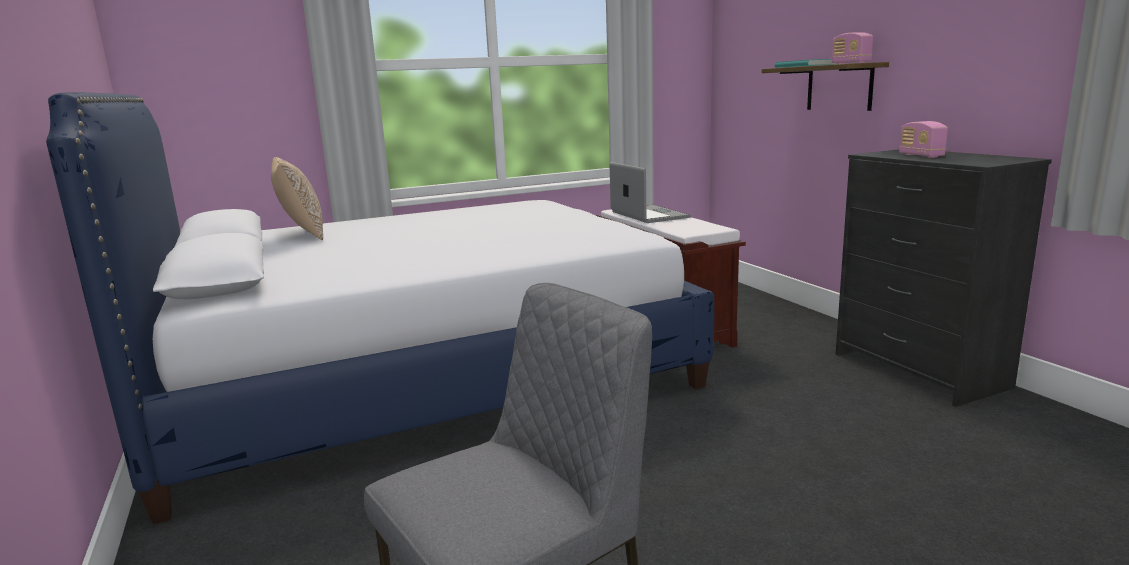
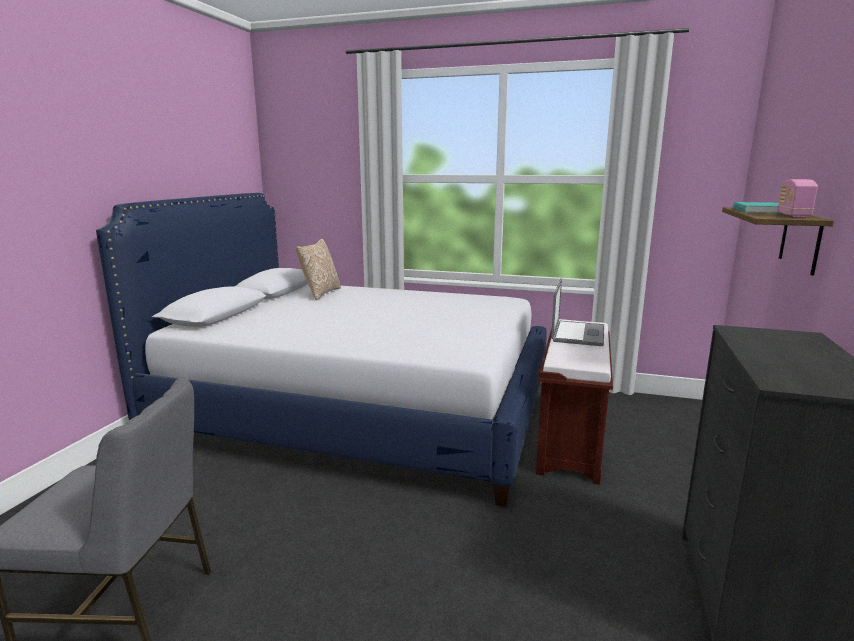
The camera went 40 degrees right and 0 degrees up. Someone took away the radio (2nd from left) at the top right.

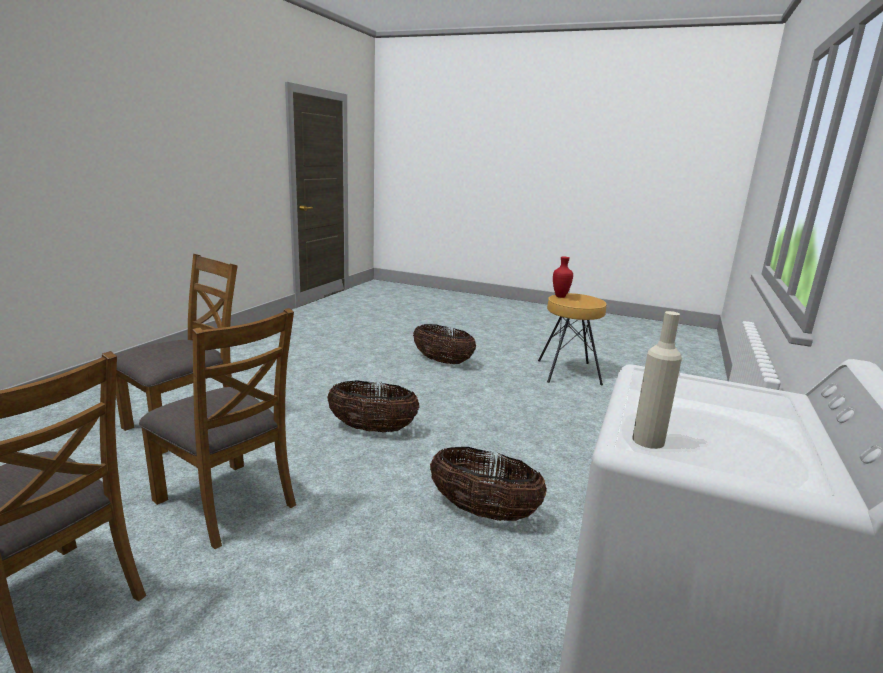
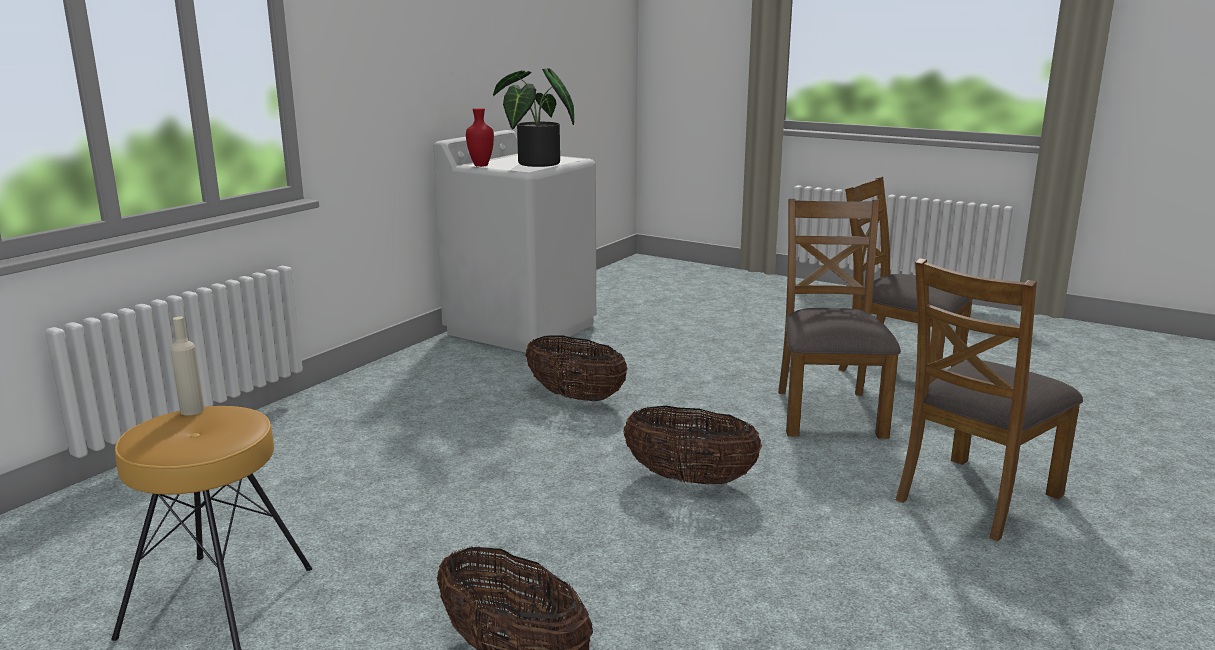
The camera went 170 degrees left and 0 degrees up. Someone carried the botella [beis] from the middle right to the middle left. Someone carried the florero [rojo] from the centre to the top centre. Someone put down the planta en maceta at the top centre. Someone rotated the silla [marrón] (3rd from left in the first image) at the middle left by 45 degrees clockwise.

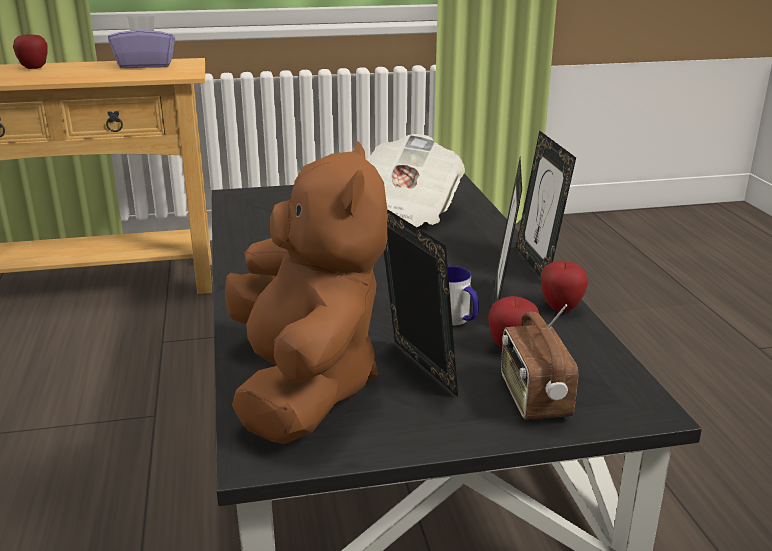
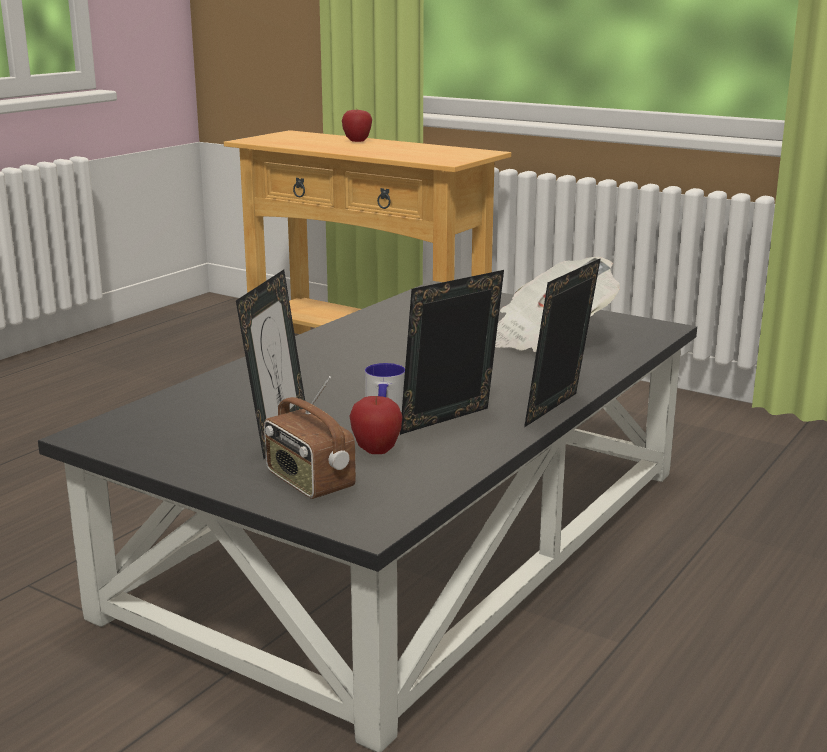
The camera went 45 degrees right and 5 degrees down. Someone rotated the radio at the middle right by 75 degrees counterclockwise. Someone took away the caja de pañuelos [morado] at the top left. Someone took away the peluche [marrón] at the centre. Someone took away the manzana (3rd from left) at the middle right.

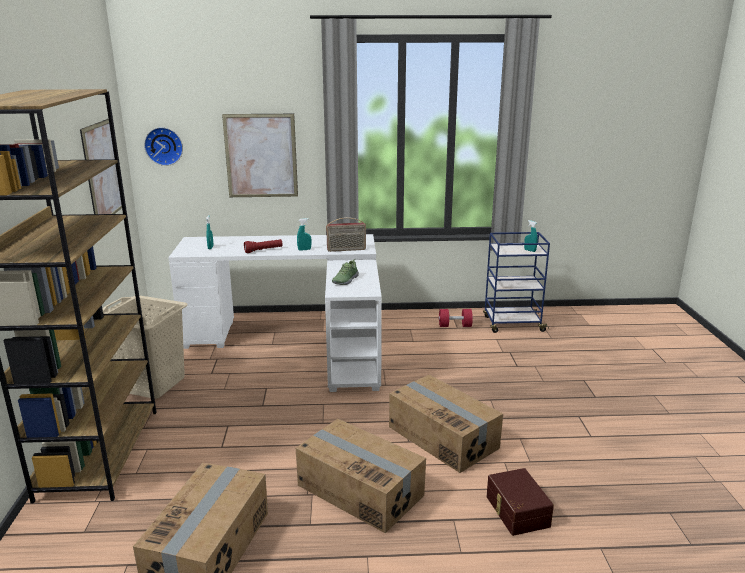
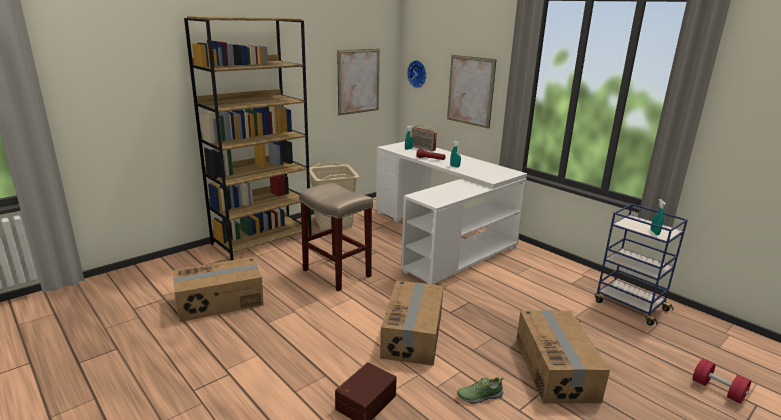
The camera went 50 degrees right and 0 degrees up. Someone put down the taburete [beis] at the centre. Someone carried the radio from the centre to the top centre. Someone carried the zapato from the centre to the bottom centre. Someone carried the caja de cartón (2nd from left in the first image) from the bottom centre to the bottom right. Someone carried the mancuerna [rojo] from the centre to the bottom right.

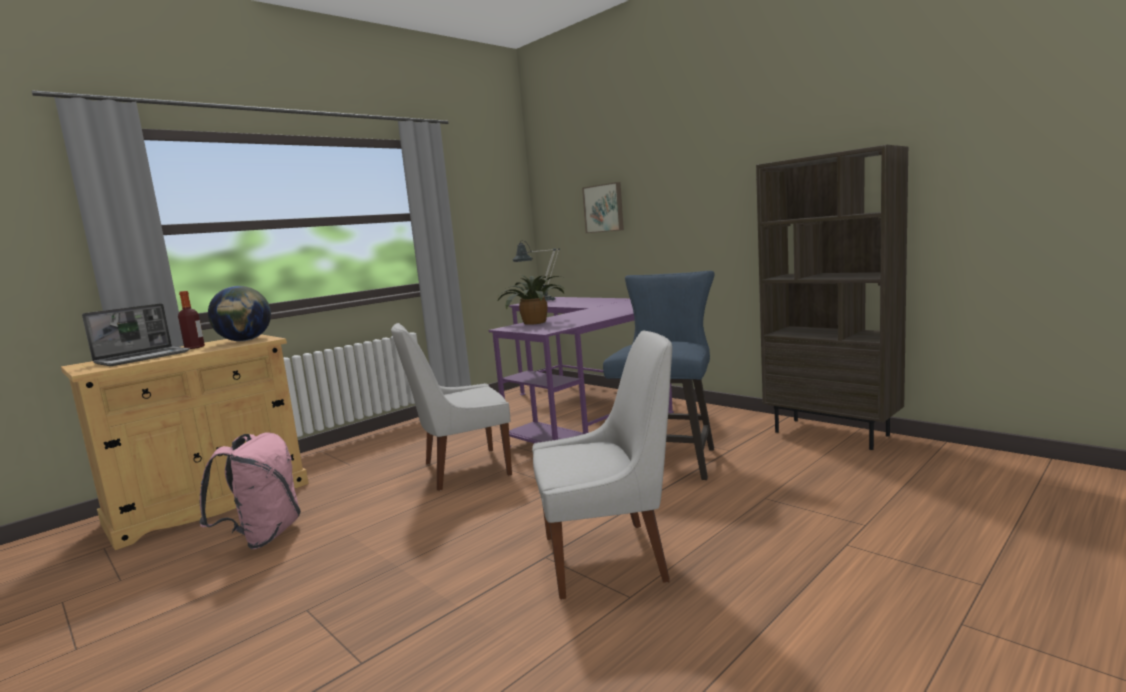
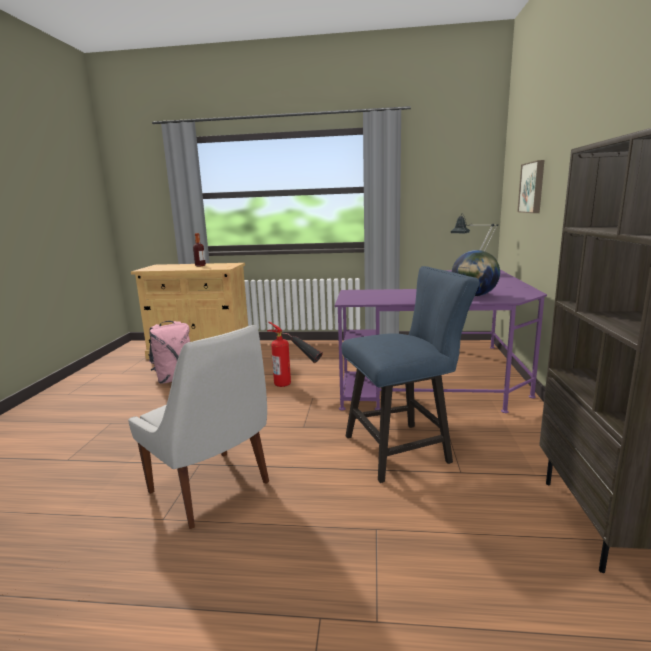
The camera went 50 degrees right and 5 degrees up. Someone swapped the silla [blanco] (1st from left) at the centre for the extintor at the centre. Someone carried the globo terráqueo from the middle left to the middle right. Someone took away the portátil at the middle left. Someone took away the planta en maceta at the centre.

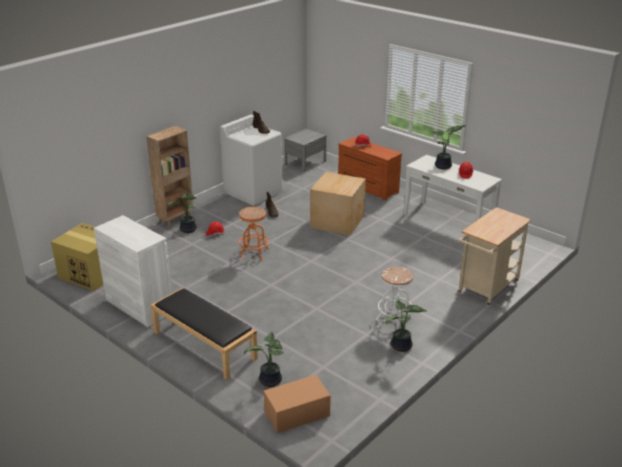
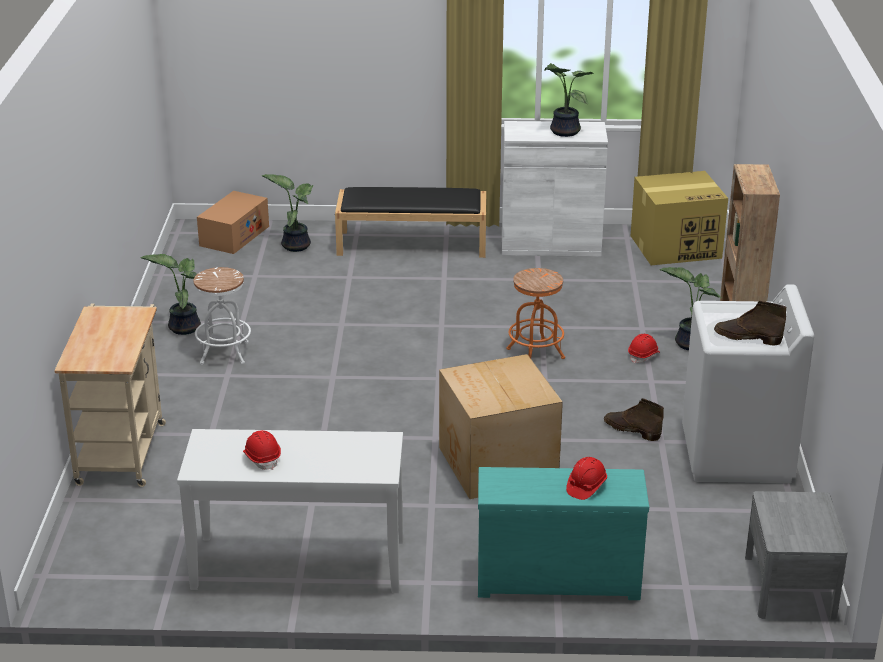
The camera went 140 degrees right and 0 degrees up. Someone repainted the cómoda [marrón] at the centre, which became the cómoda [turquesa] at the bottom centre. Someone carried the planta en maceta (4th from left in the first image) from the top right to the top centre.

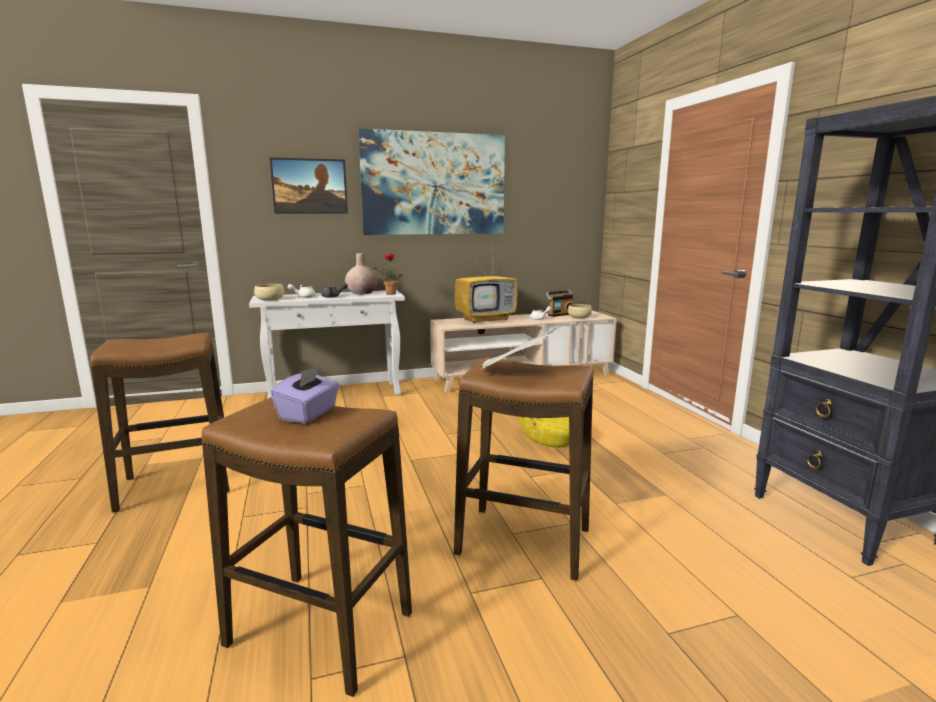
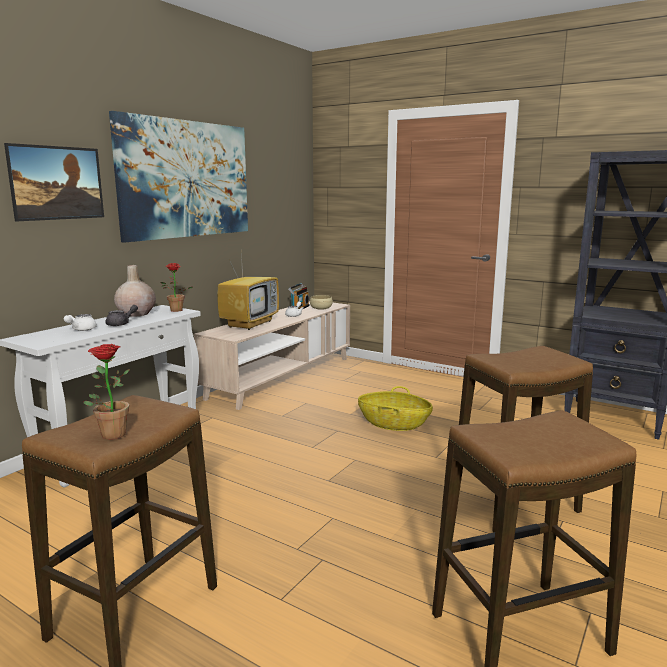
The camera went 40 degrees left and 0 degrees up. Someone put down the planta en maceta (1st from left) at the middle left. Someone took away the cuenco [beis] (1st from left) at the middle left. Someone took away the caja de pañuelos [morado] at the middle left. Someone took away the periódico at the centre.

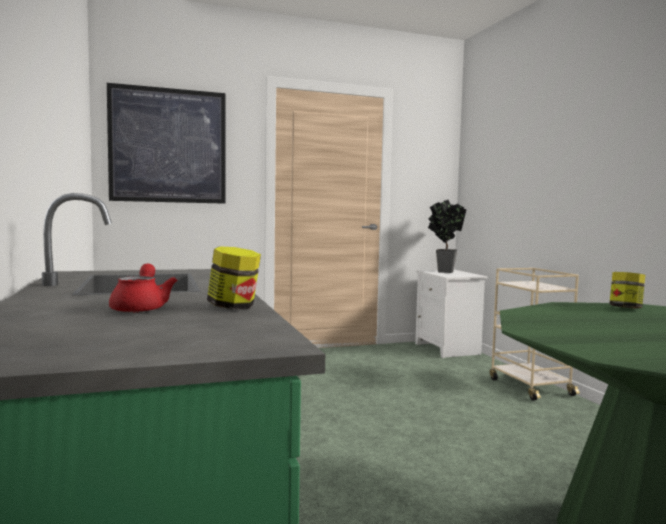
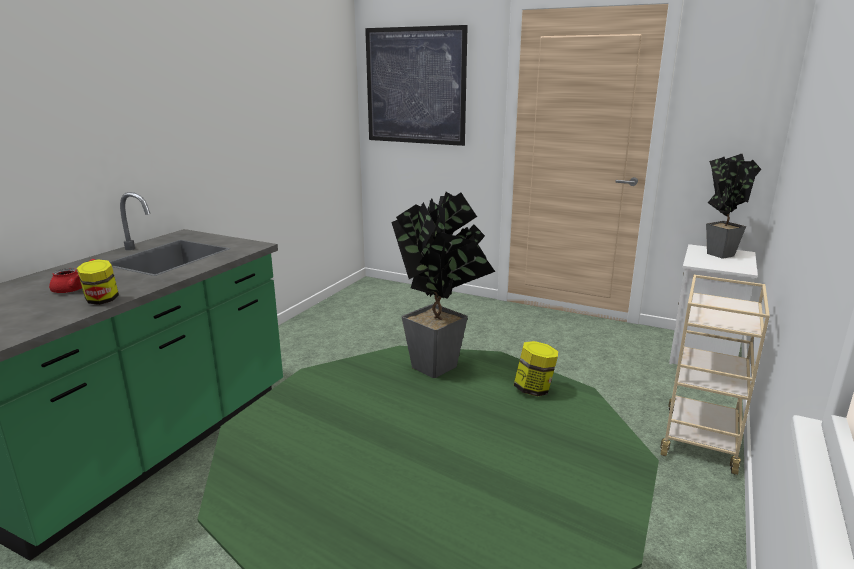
The camera went 45 degrees right and 15 degrees up. Someone put down the planta en maceta (1st from left) at the centre.

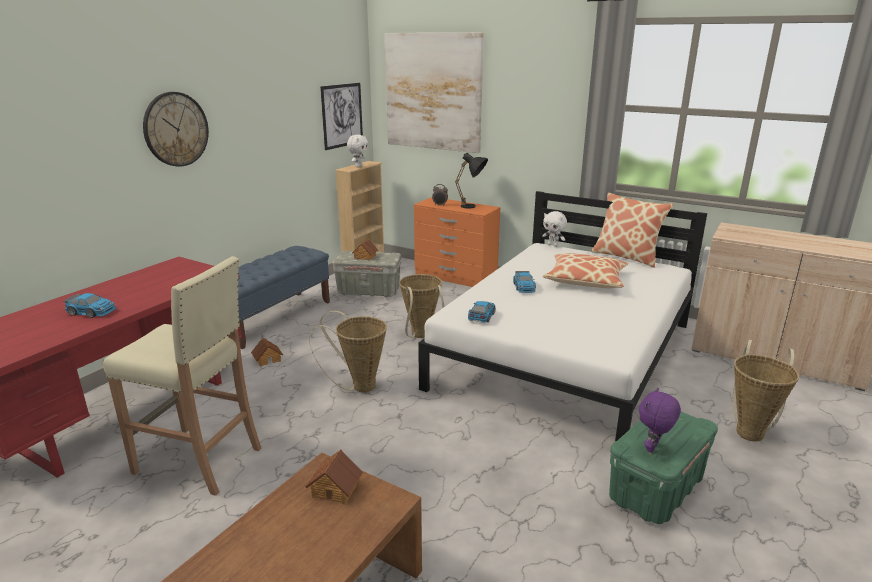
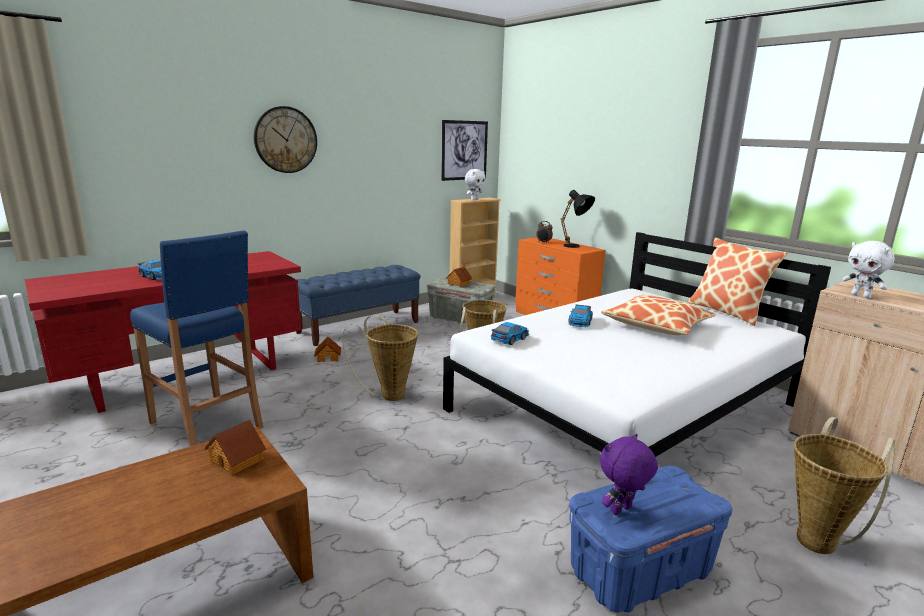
The camera went 20 degrees right and 5 degrees down. Someone repainted the taburete [beis] at the middle left, which became the taburete [azul] at the middle left. Someone repainted the caja de almacenaje [verde] at the bottom right, which became the caja de almacenaje [azul] at the bottom right. Someone carried the peluche [blanco] (2nd from left) from the centre to the middle right. Someone took away the cuadro (2nd from left) at the top centre.

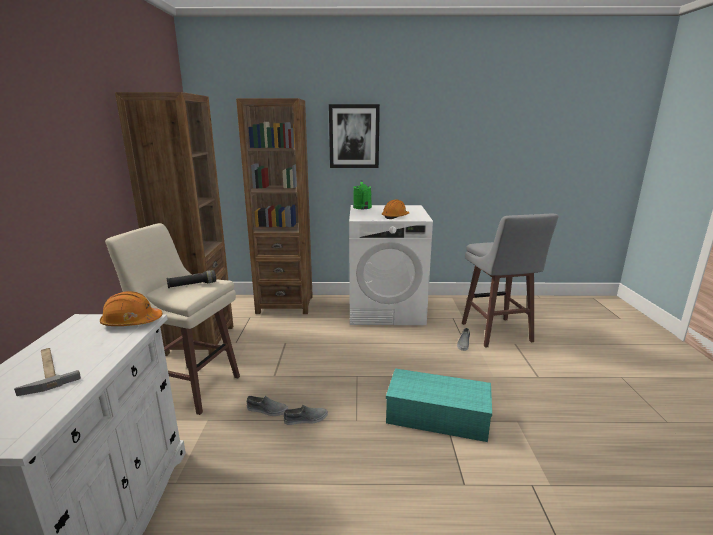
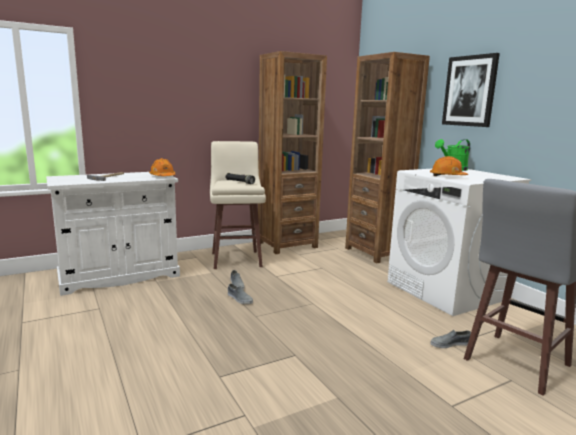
The camera went 60 degrees right and 5 degrees down. Someone took away the caja de almacenaje [turquesa] at the bottom centre.

